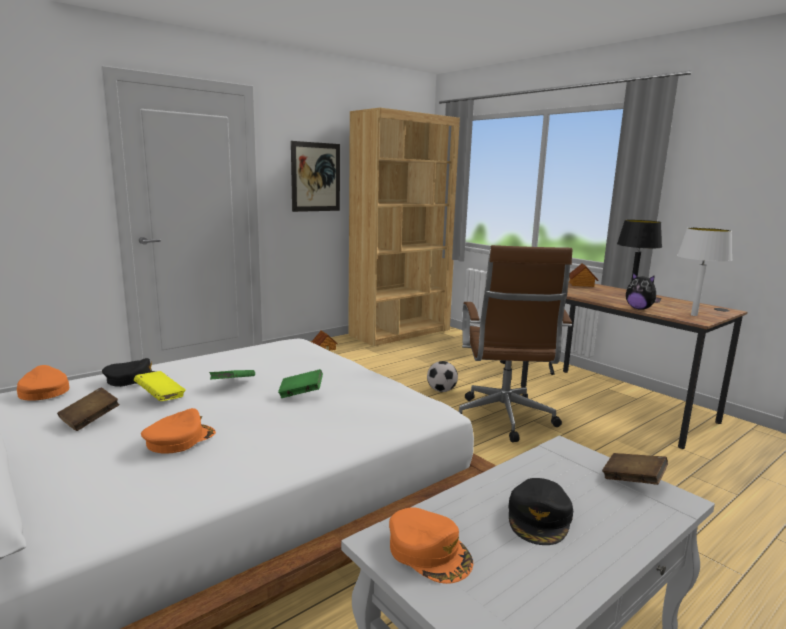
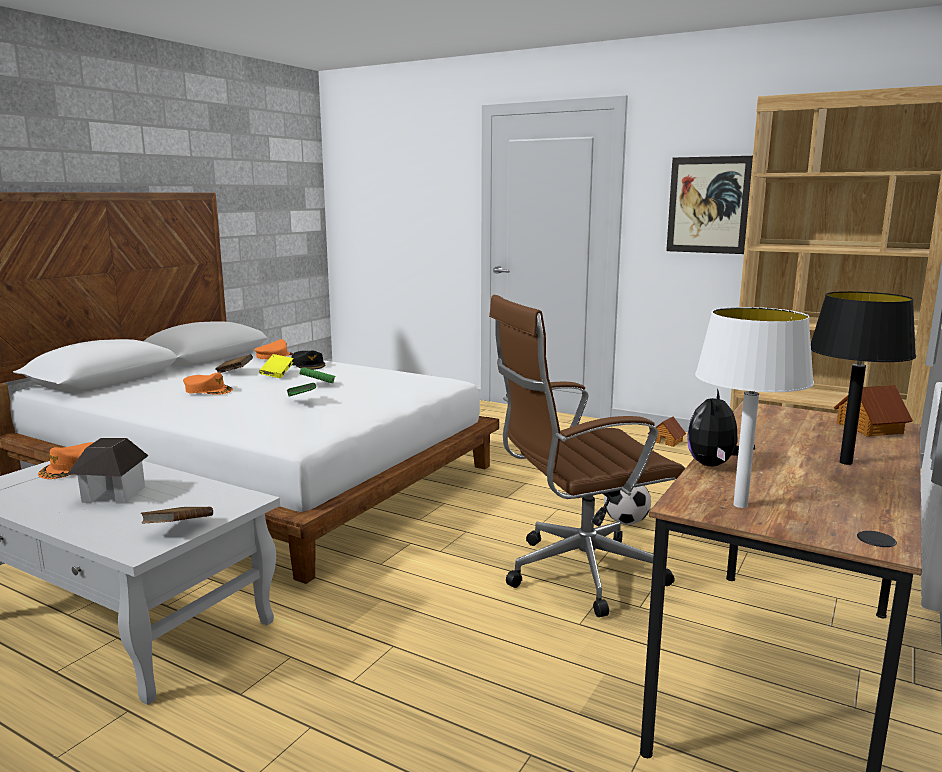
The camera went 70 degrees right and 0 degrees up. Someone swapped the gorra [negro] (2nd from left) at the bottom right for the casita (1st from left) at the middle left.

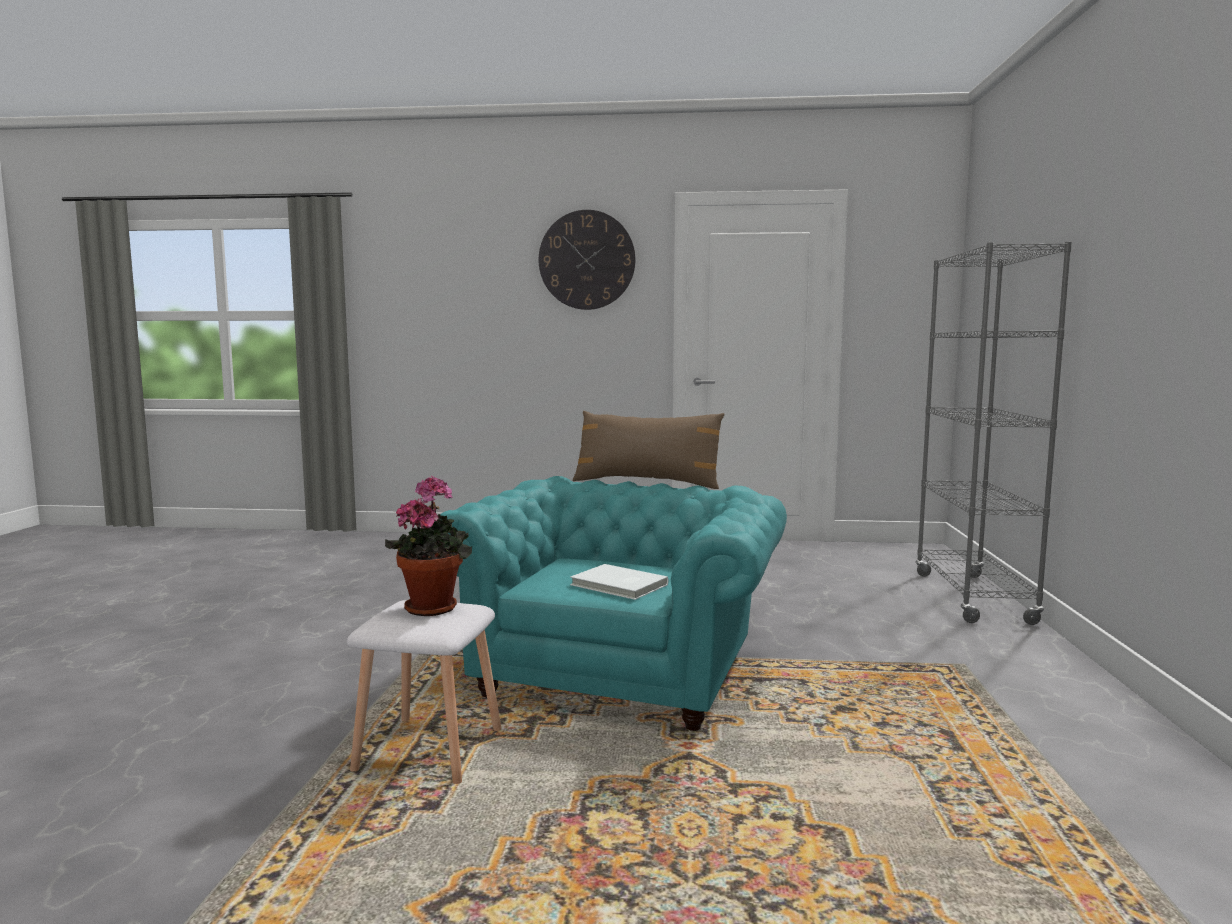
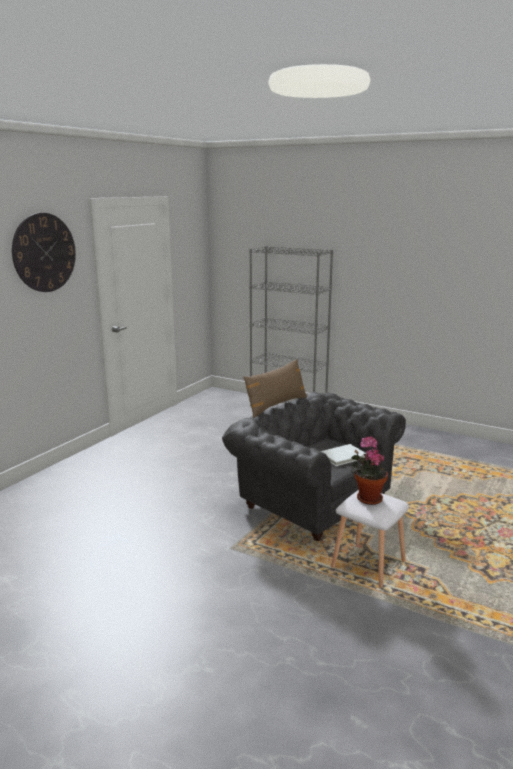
The camera went 65 degrees left and 10 degrees up. Someone repainted the sillón [turquesa] at the centre, which became the sillón [gris] at the centre.

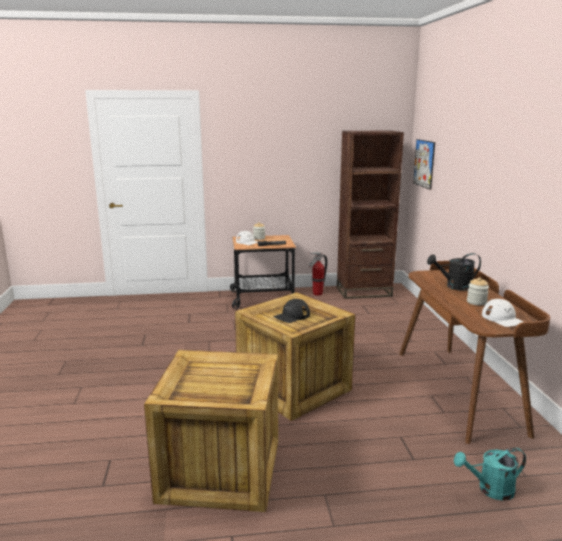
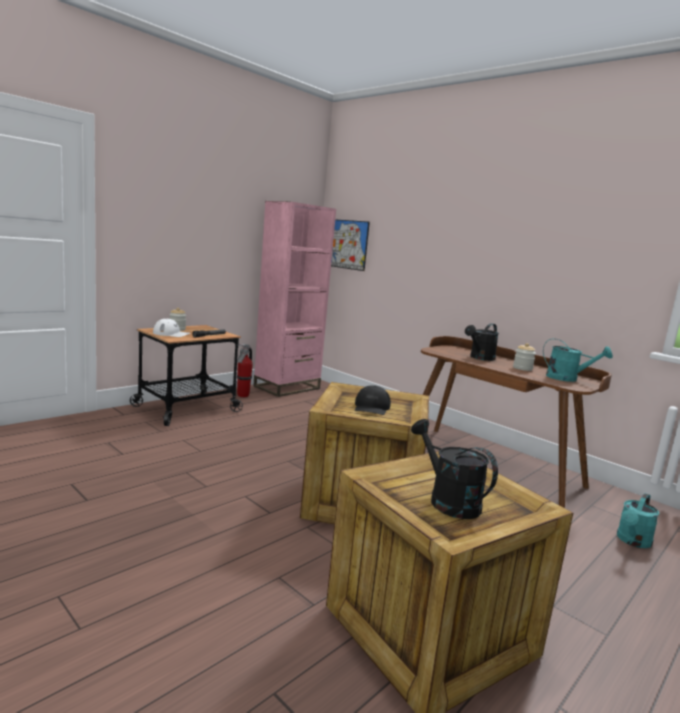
The camera went 40 degrees left and 5 degrees down. Someone repainted the estantería [marrón] at the centre, which became the estantería [rosa] at the centre. Someone put down the regadera [negro] (1st from left) at the middle right. Someone swapped the gorra [blanco] (2nd from left) at the middle right for the regadera [turquesa] (1st from left) at the middle right.

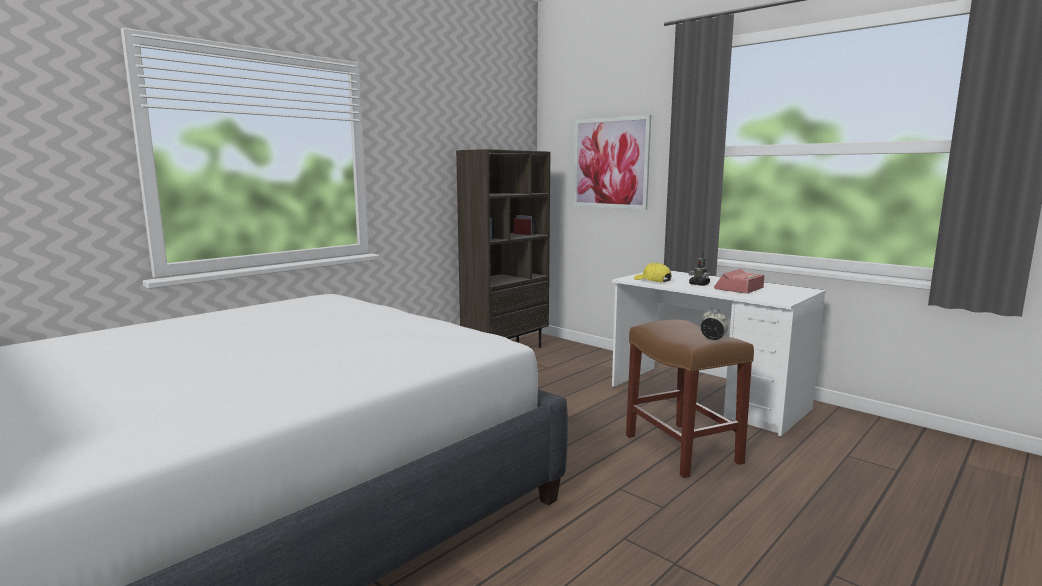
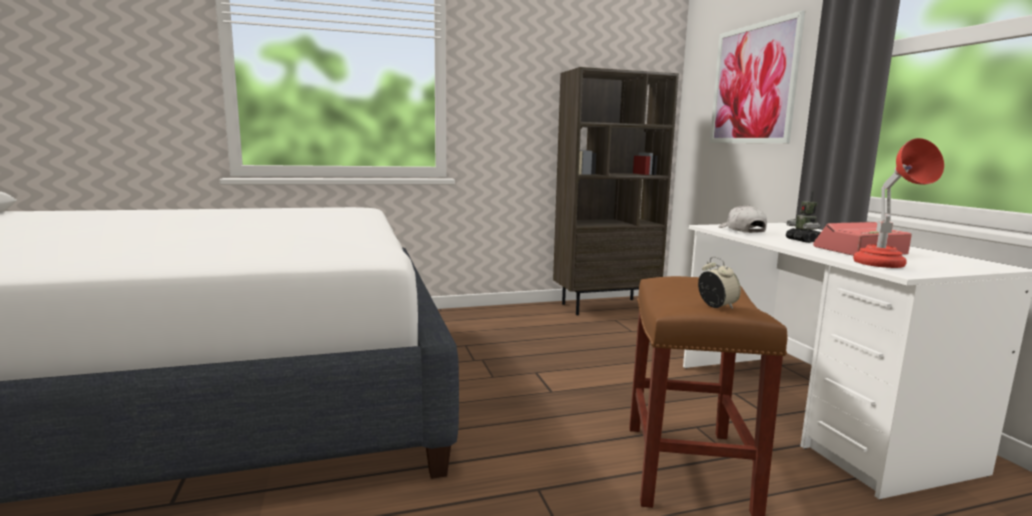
The camera went 30 degrees right and 0 degrees up. Someone repainted the gorra [amarillo] at the centre, which became the gorra [blanco] at the middle right. Someone put down the lámpara de mesa [rojo] at the middle right.

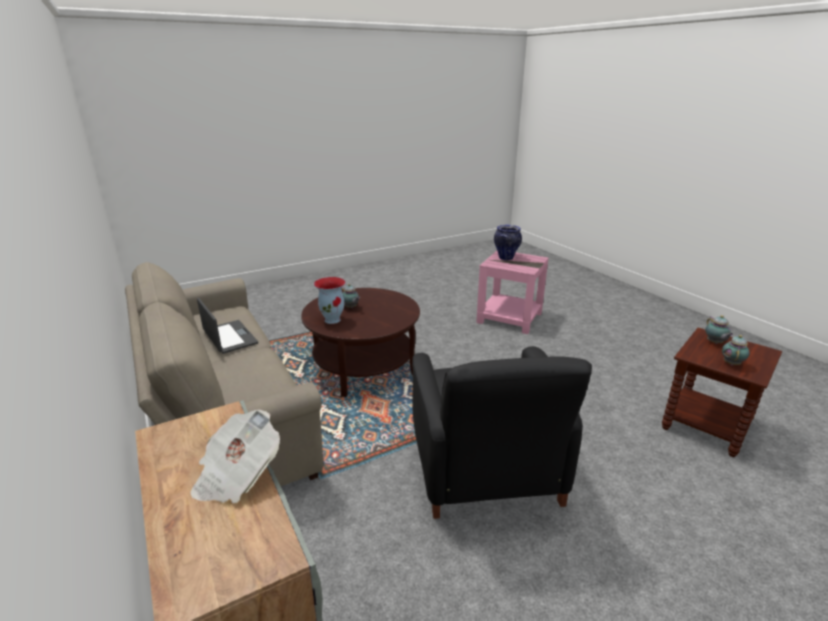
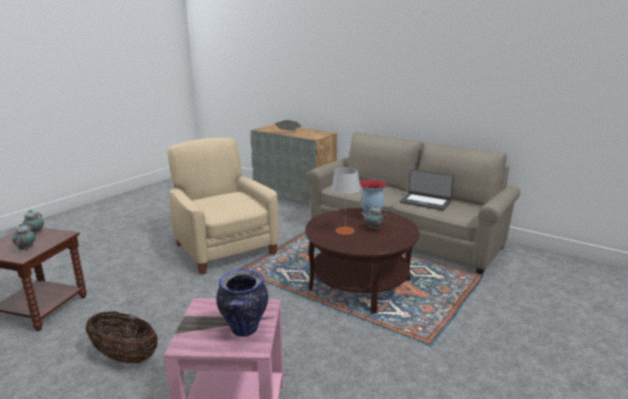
The camera went 155 degrees right and 5 degrees down. Someone put down the cesta at the bottom left. Someone repainted the sillón [negro] at the bottom centre, which became the sillón [beis] at the centre. Someone put down the lámpara de mesa [gris] at the centre.

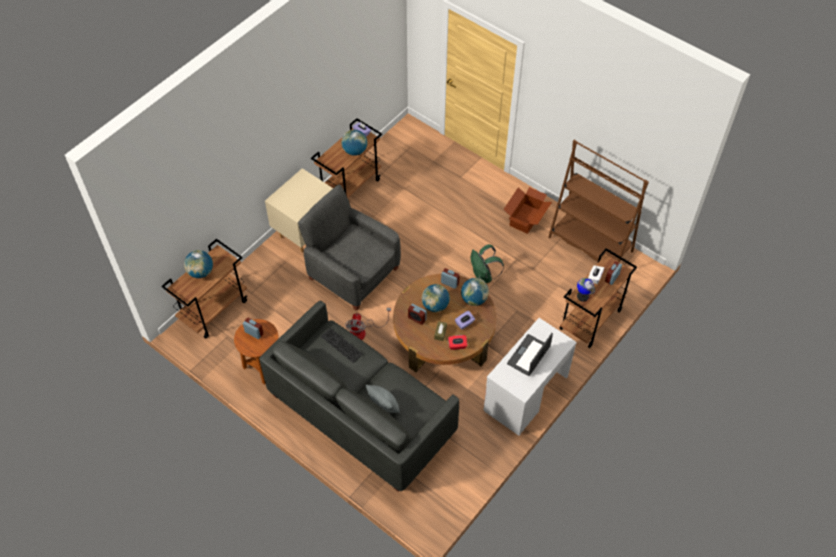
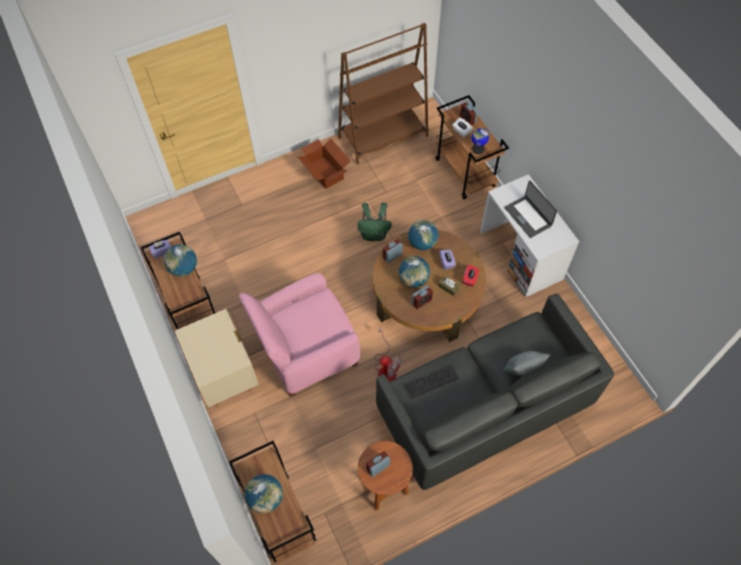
The camera went 65 degrees left and 5 degrees up. Someone repainted the sillón [gris] at the centre, which became the sillón [rosa] at the centre.

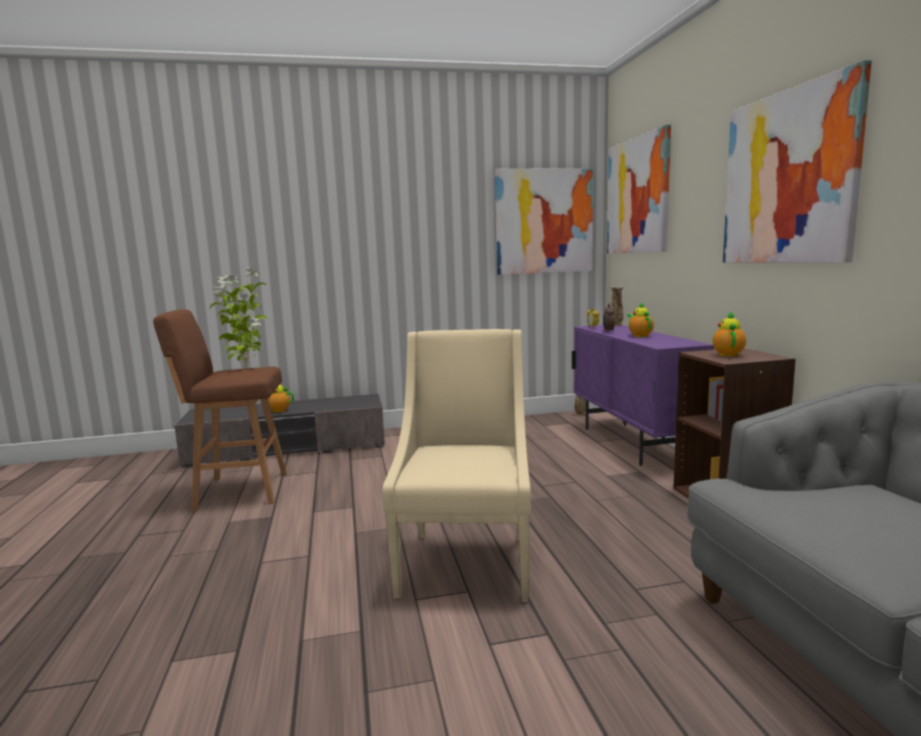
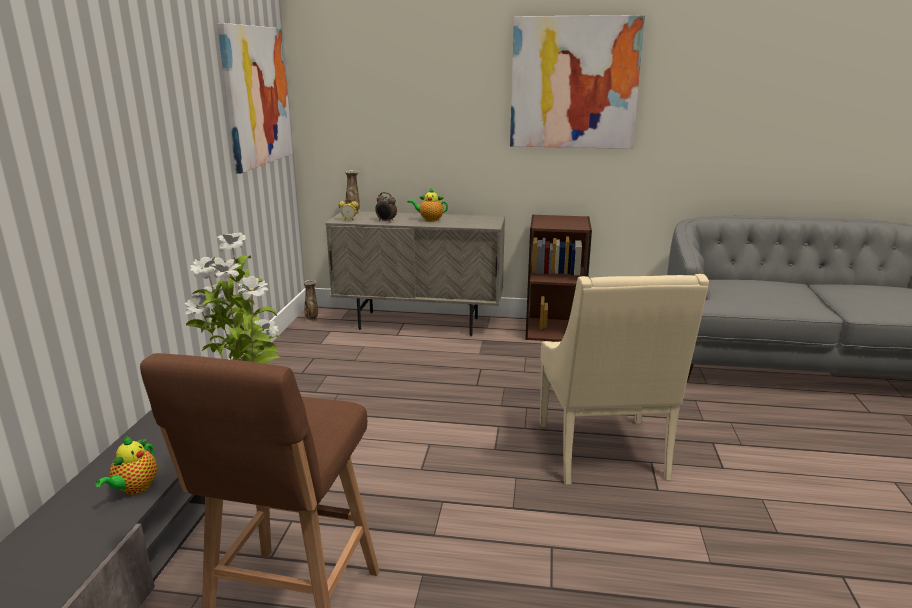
The camera went 70 degrees left and 10 degrees up. Someone repainted the armario [morado] at the middle right, which became the armario [beis] at the centre. Someone rotated the sillón [beis] at the centre by 120 degrees counterclockwise. Someone took away the cuadro (2nd from left) at the top right. Someone took away the tetera (3rd from left) at the middle right.

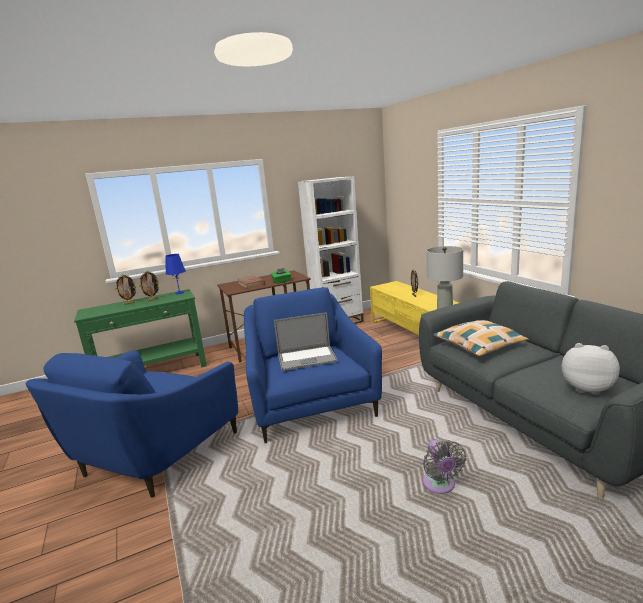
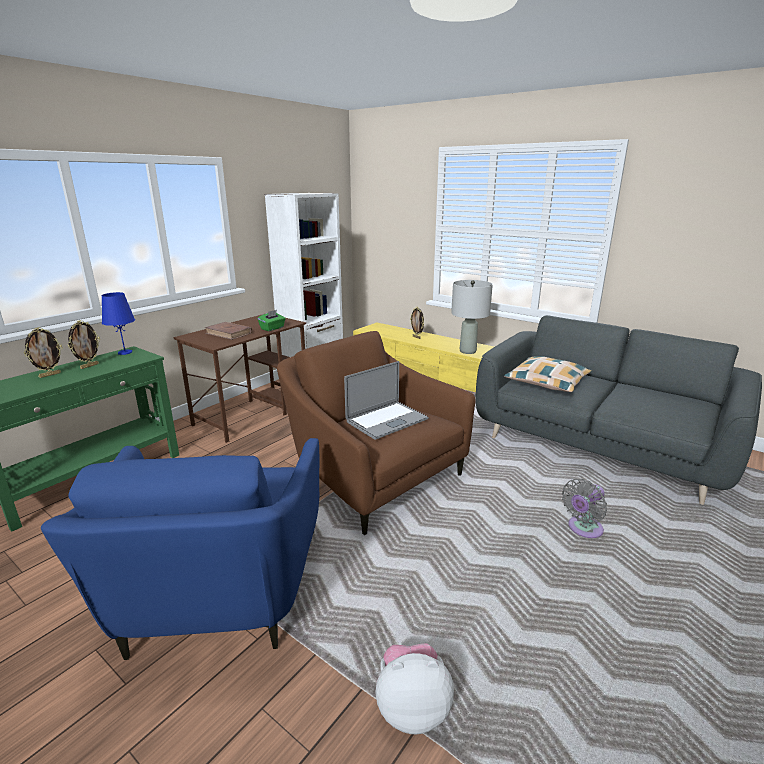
The camera went 30 degrees left and 5 degrees up. Someone repainted the sillón [azul] (2nd from left) at the centre, which became the sillón [marrón] at the centre. Someone carried the peluche from the middle right to the bottom centre. Someone rotated the ventilador [gris] at the bottom right by 90 degrees clockwise.

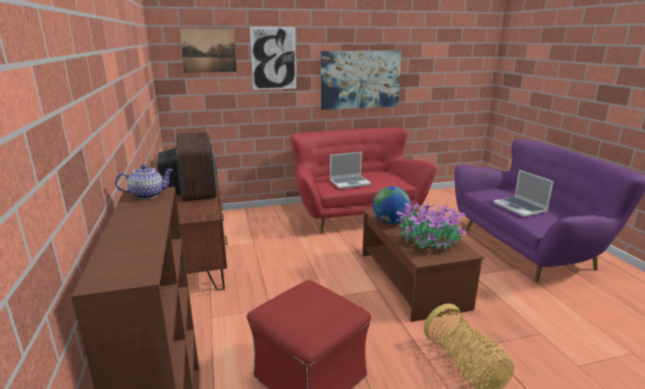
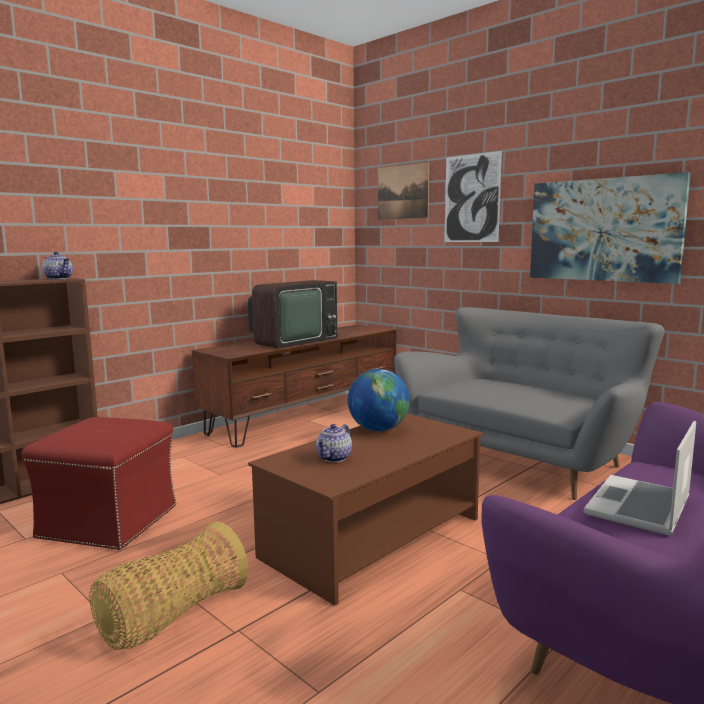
The camera went 60 degrees right and 10 degrees down. Someone swapped the planta en maceta at the middle right for the tetera (2nd from left) at the centre. Someone repainted the sofá [rojo] at the centre, which became the sofá [gris] at the middle right. Someone took away the portátil (1st from left) at the centre.

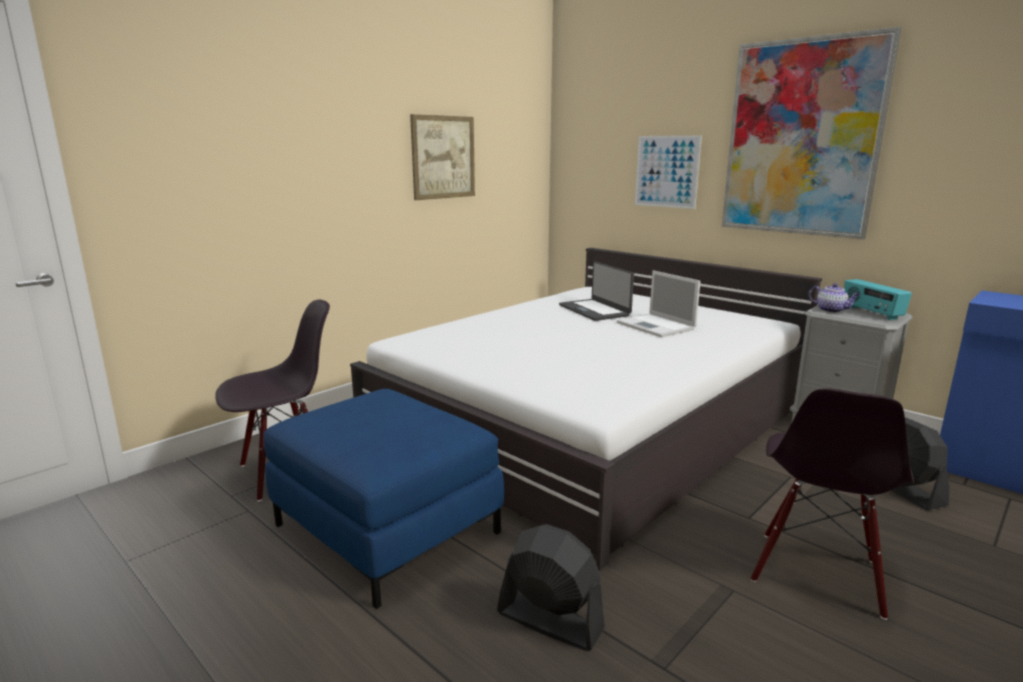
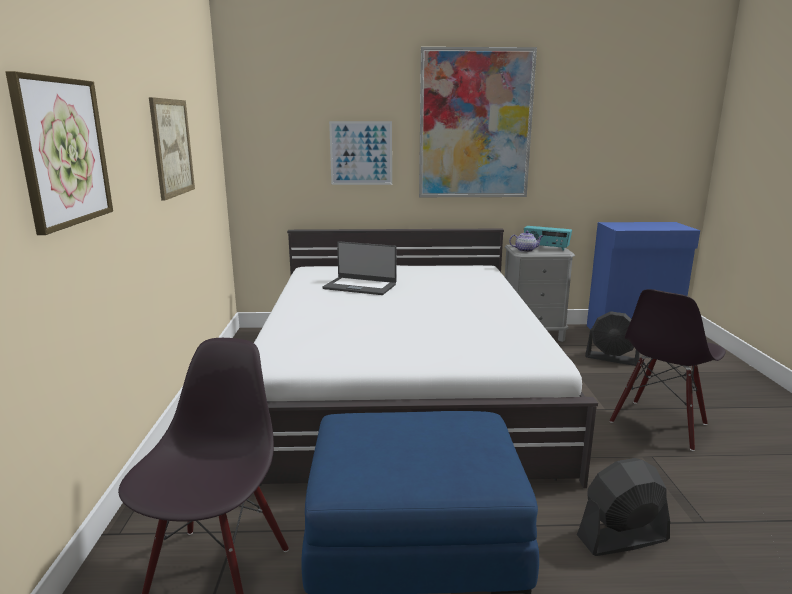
The camera went 45 degrees left and 0 degrees up. Someone put up the cuadro (1st from left) at the top left. Someone rotated the silla [negro] (2nd from left) at the bottom right by 60 degrees clockwise. Someone took away the portátil (2nd from left) at the centre.

